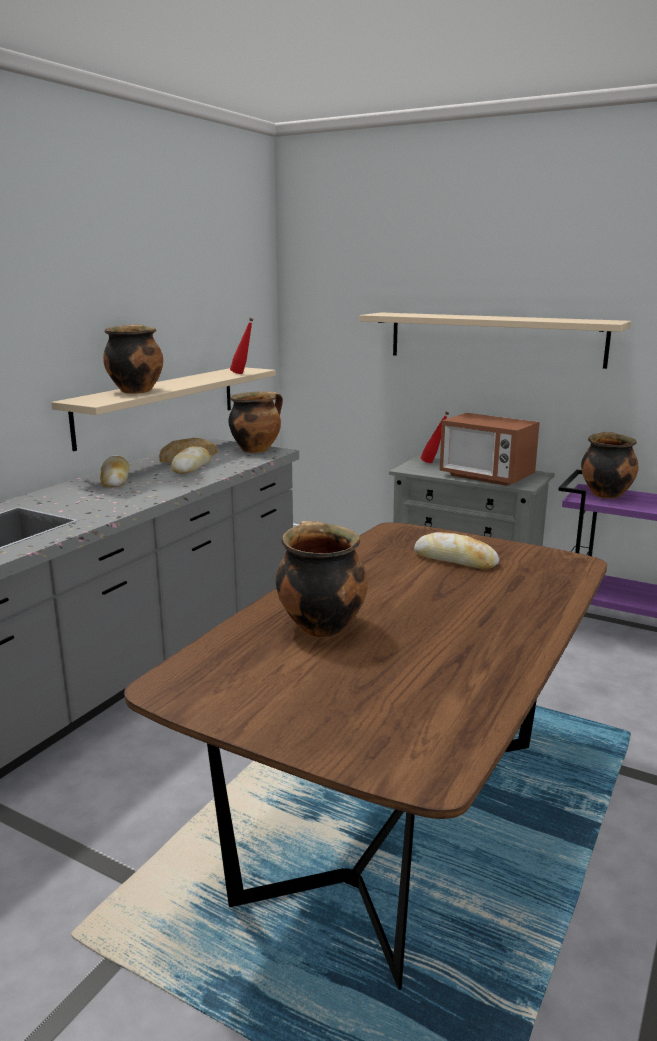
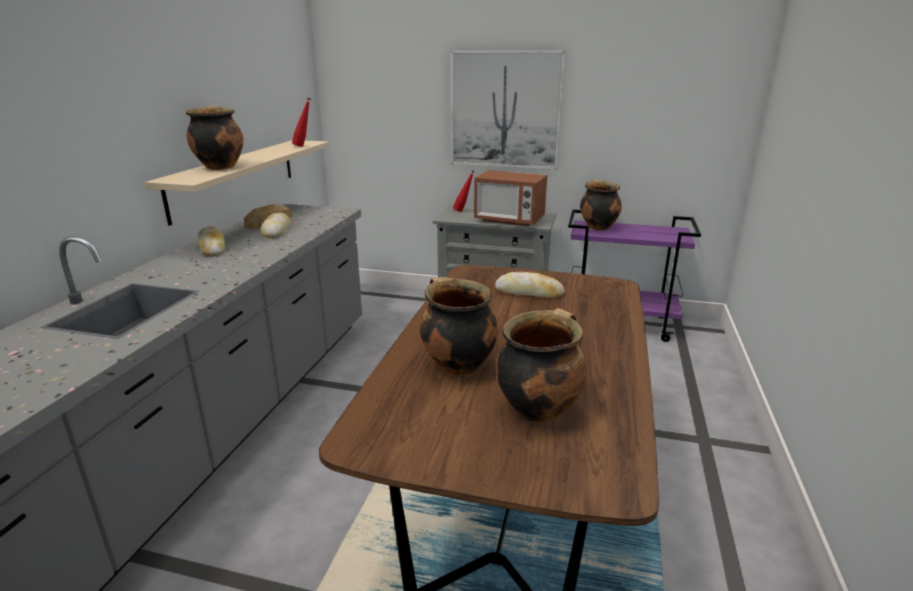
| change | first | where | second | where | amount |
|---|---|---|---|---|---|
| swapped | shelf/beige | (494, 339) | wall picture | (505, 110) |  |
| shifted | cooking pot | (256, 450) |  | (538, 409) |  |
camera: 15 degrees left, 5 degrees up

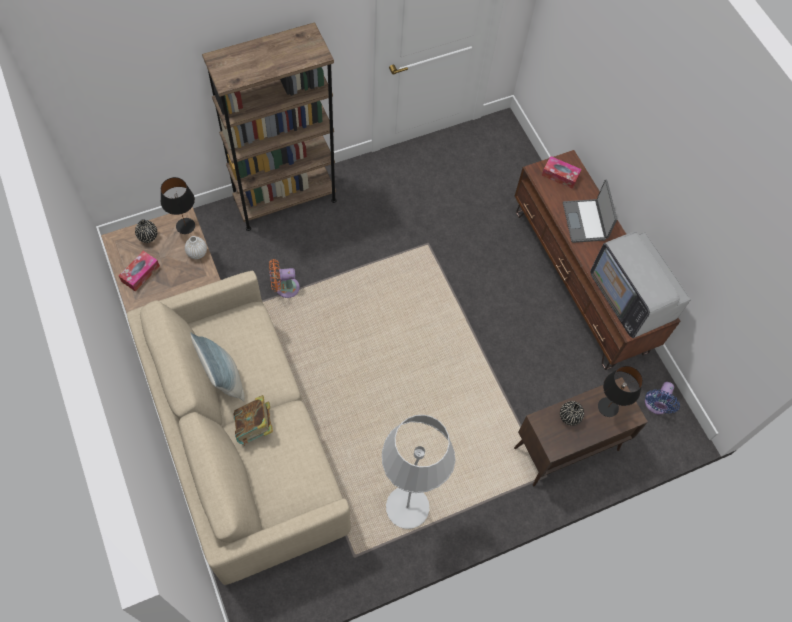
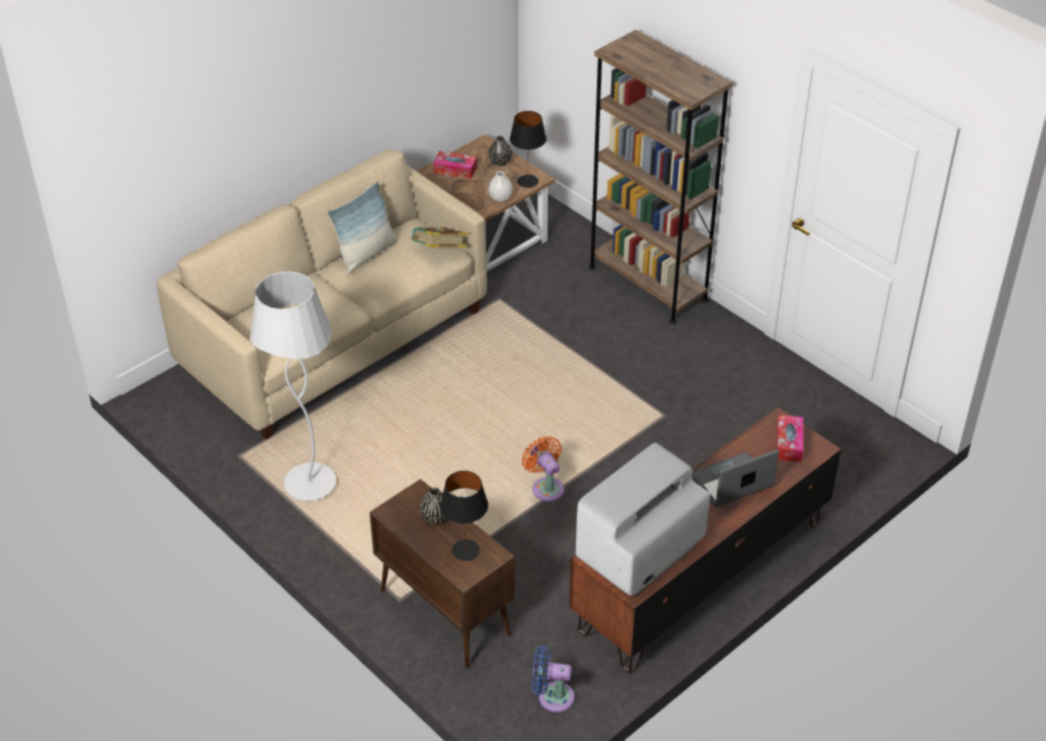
| change | first | where | second | where | amount |
|---|---|---|---|---|---|
| shifted | volume | (254, 427) |  | (439, 252) |  |
| shifted | electric fan/orange | (284, 288) |  | (546, 487) |  |
camera: 75 degrees right, 20 degrees down

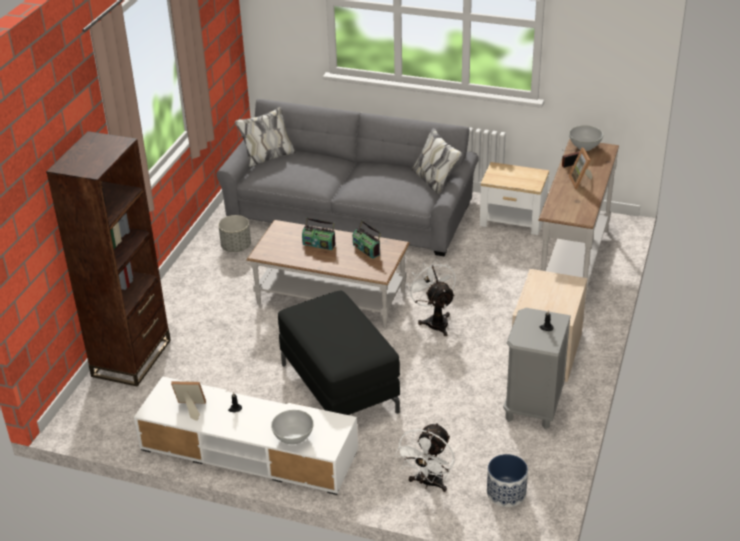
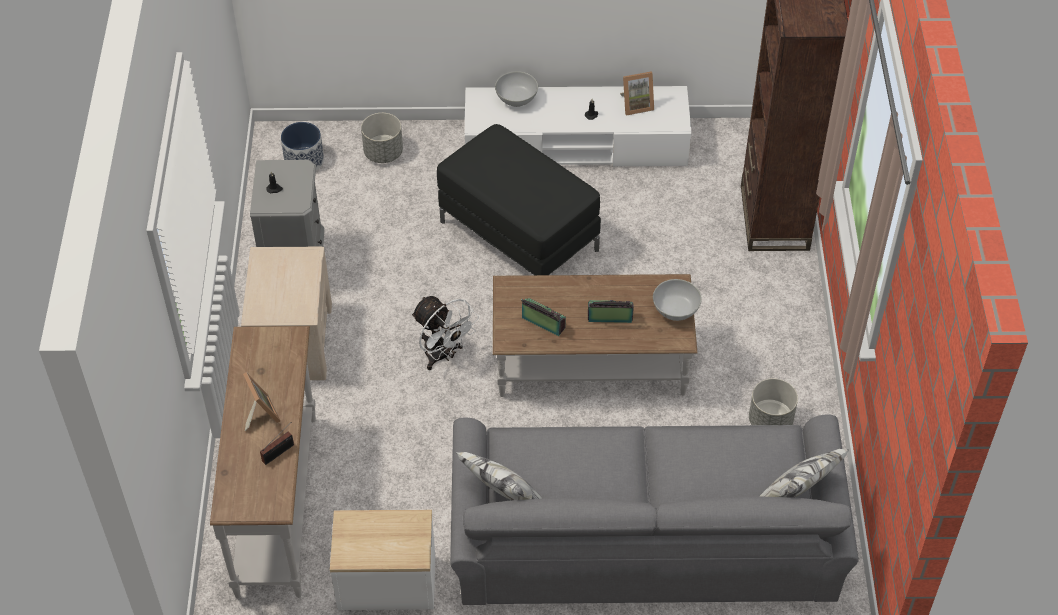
| change | first | where | second | where | amount |
|---|---|---|---|---|---|
| swapped | electric fan/whitish | (428, 483) | flower pot/grey | (383, 153) |  |
| shifted | deep dish/whitish | (584, 147) |  | (676, 311) |  |
camera: 160 degrees right, 15 degrees up

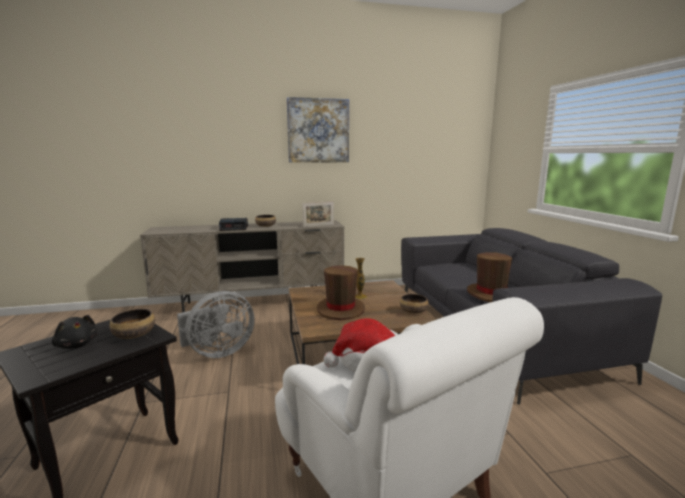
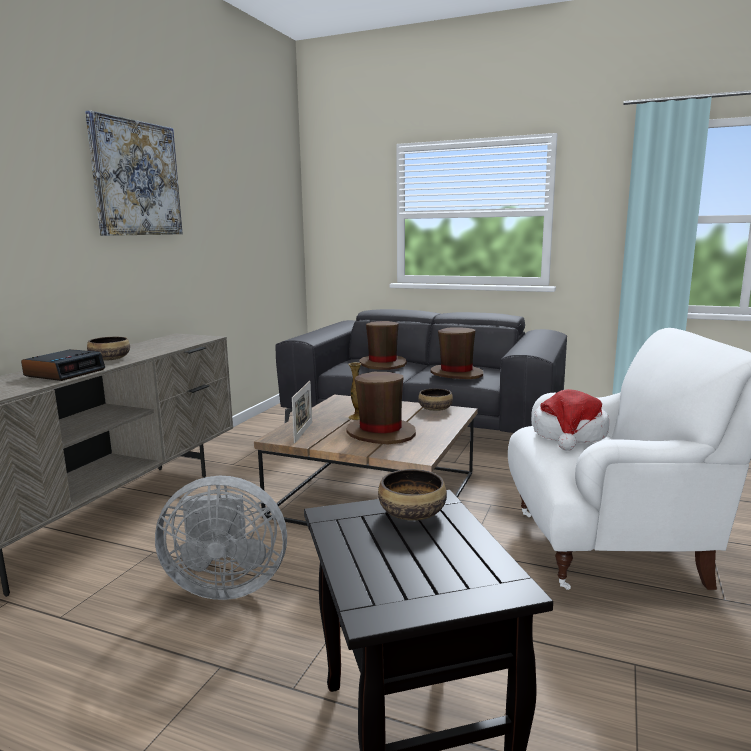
| change | first | where | second | where | amount |
|---|---|---|---|---|---|
| rotated | electric fan/grey | (218, 352) |  | (225, 585) | 90 degrees clockwise |
| shifted | standing frame | (318, 225) |  | (303, 432) |  |
| new |  |  | clothing hat/brownish | (383, 364) |  |
| gone | plush toy/black | (76, 344) |  |  |  |
camera: 55 degrees left, 0 degrees up

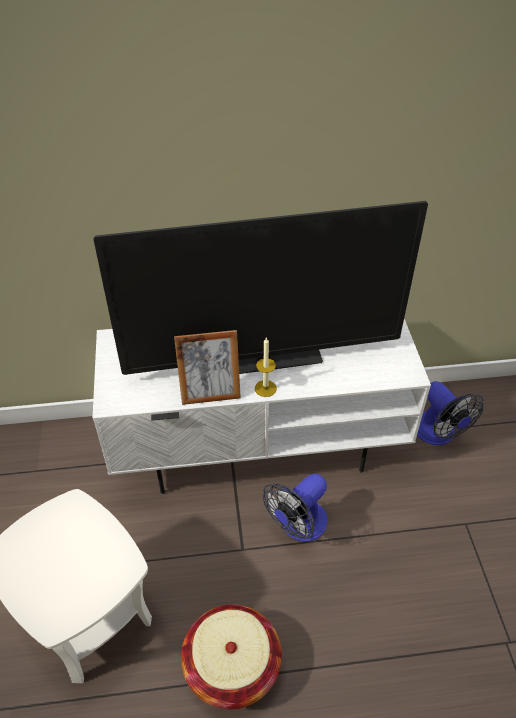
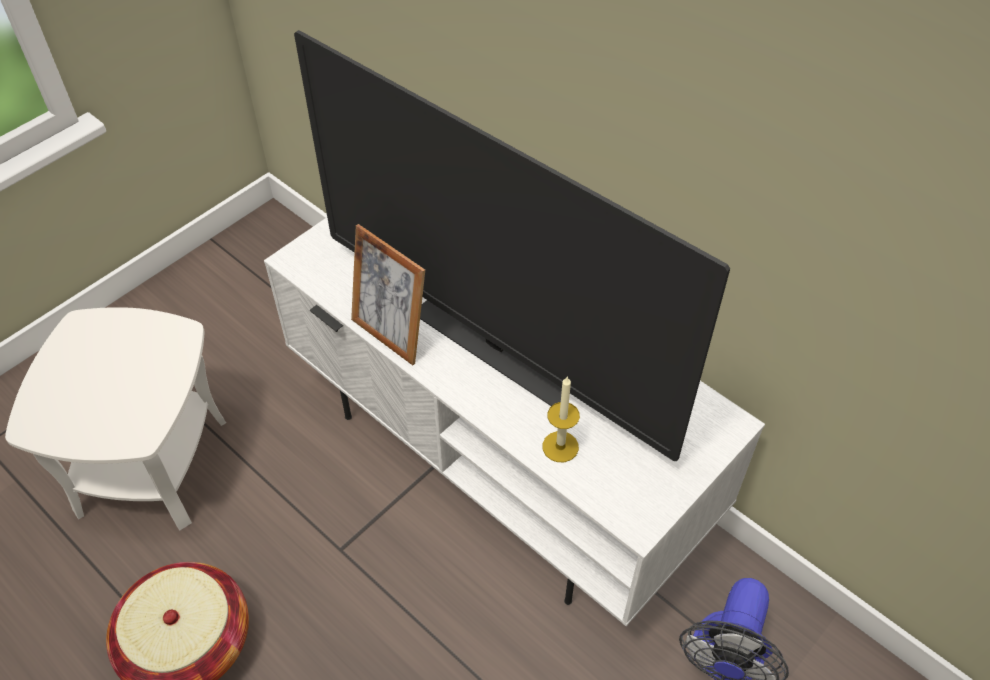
| change | first | where | second | where | amount |
|---|---|---|---|---|---|
| shifted | wax light | (265, 388) |  | (560, 446) |  |
| gone | electric fan | (298, 527) |  |  |  |
camera: 50 degrees right, 5 degrees up

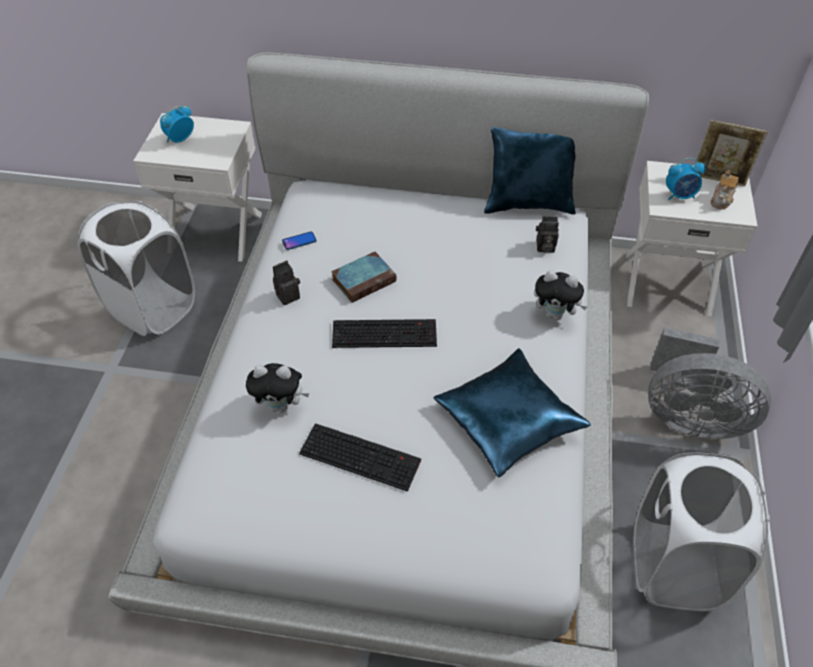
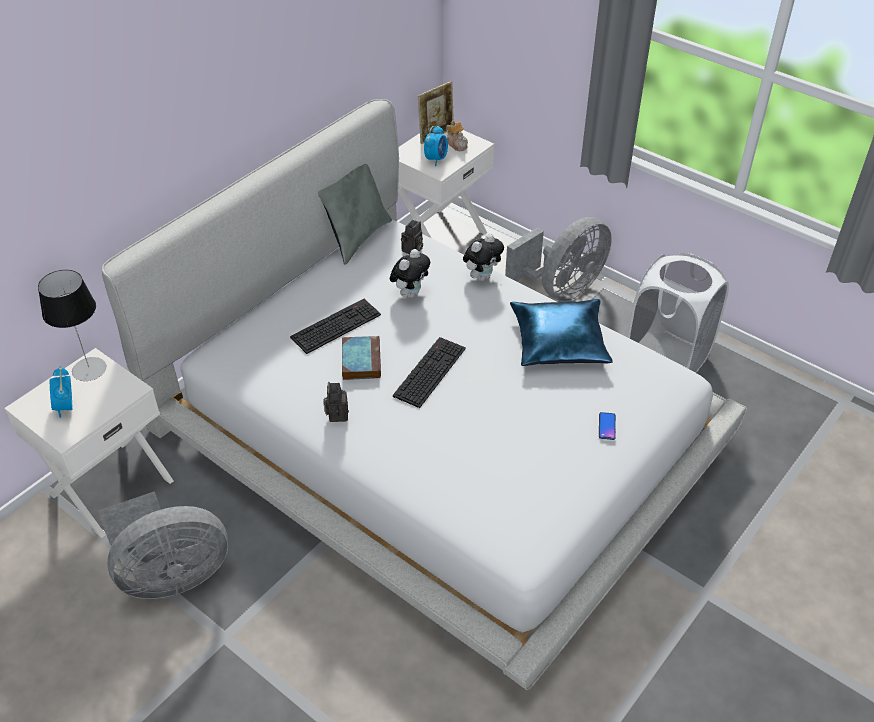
| change | first | where | second | where | amount |
|---|---|---|---|---|---|
| new |  |  | table lamp | (89, 369) |  |
| swapped | hamper/whitish | (152, 308) | electric fan/grey | (171, 575) |  |
| shifted | keyboard | (362, 456) |  | (336, 325) |  |
| repainted | throw pillow/bluish | (528, 204) | throw pillow/grey | (357, 238) |  |
| shifted | plush toy | (281, 405) |  | (410, 293) |  |
| shifted | phone | (299, 241) |  | (607, 426) |  |
camera: 60 degrees left, 5 degrees down

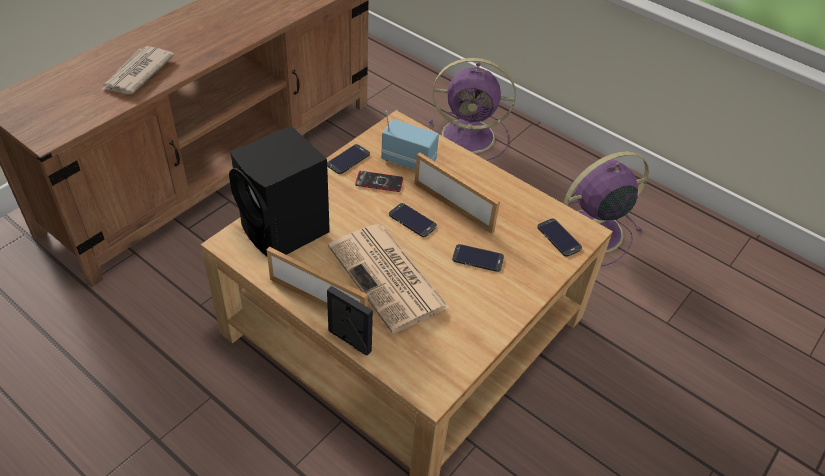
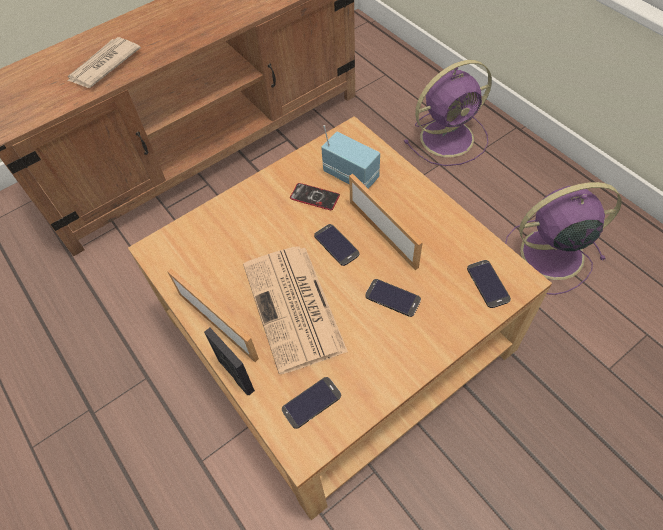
| change | first | where | second | where | amount |
|---|---|---|---|---|---|
| shifted | phone | (348, 159) |  | (311, 402) |  |
| rotated | electric fan/purplish | (471, 136) |  | (449, 137) | 45 degrees counterclockwise |
| gone | speaker/black | (286, 232) |  |  |  |
camera: 20 degrees right, 10 degrees up

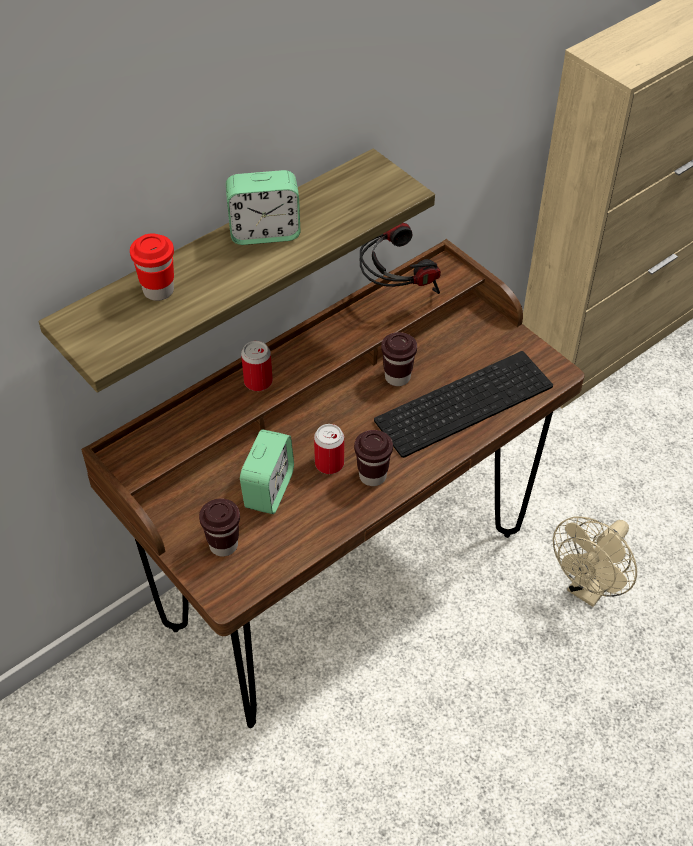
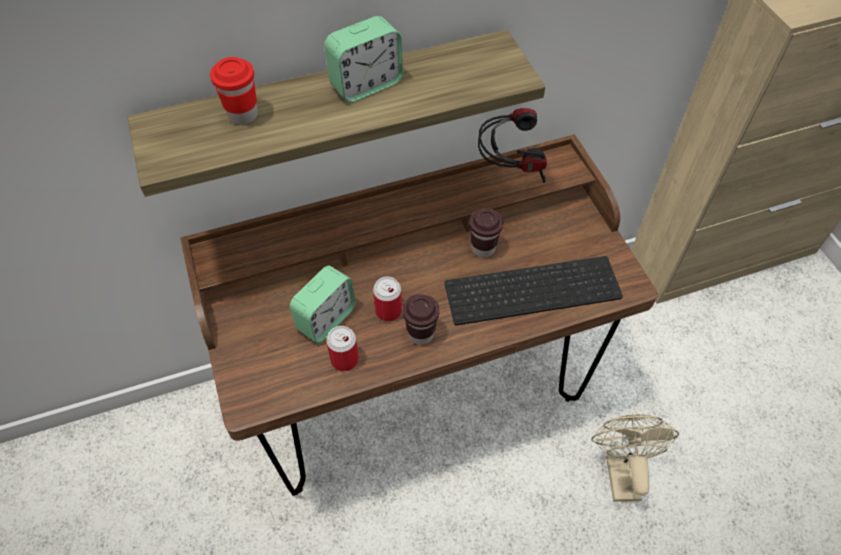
| change | first | where | second | where | amount |
|---|---|---|---|---|---|
| rotated | bedside clock | (265, 232) |  | (366, 84) | 45 degrees counterclockwise |
| shifted | sealed can | (258, 381) |  | (344, 359) |  |
| rotated | electric fan/beige | (589, 589) |  | (620, 470) | 120 degrees clockwise |
| gone | drinking cup/brownish | (223, 545) |  |  |  |
camera: 20 degrees right, 5 degrees up

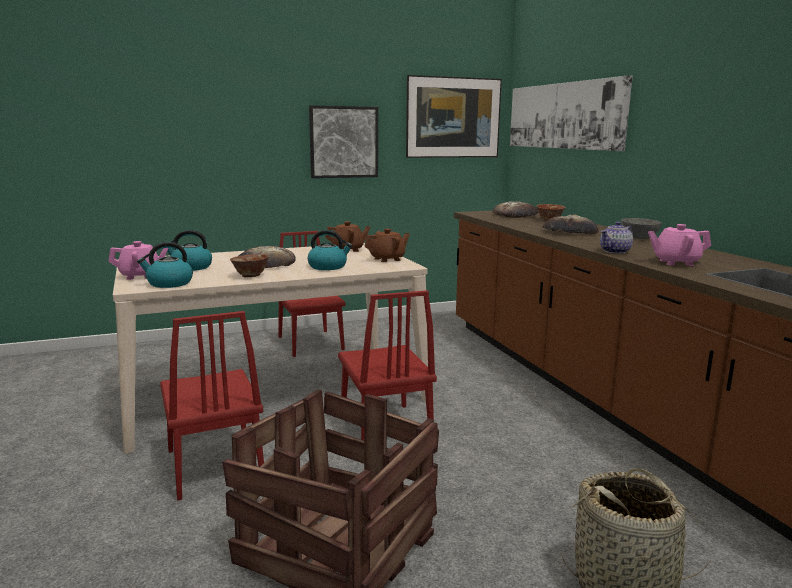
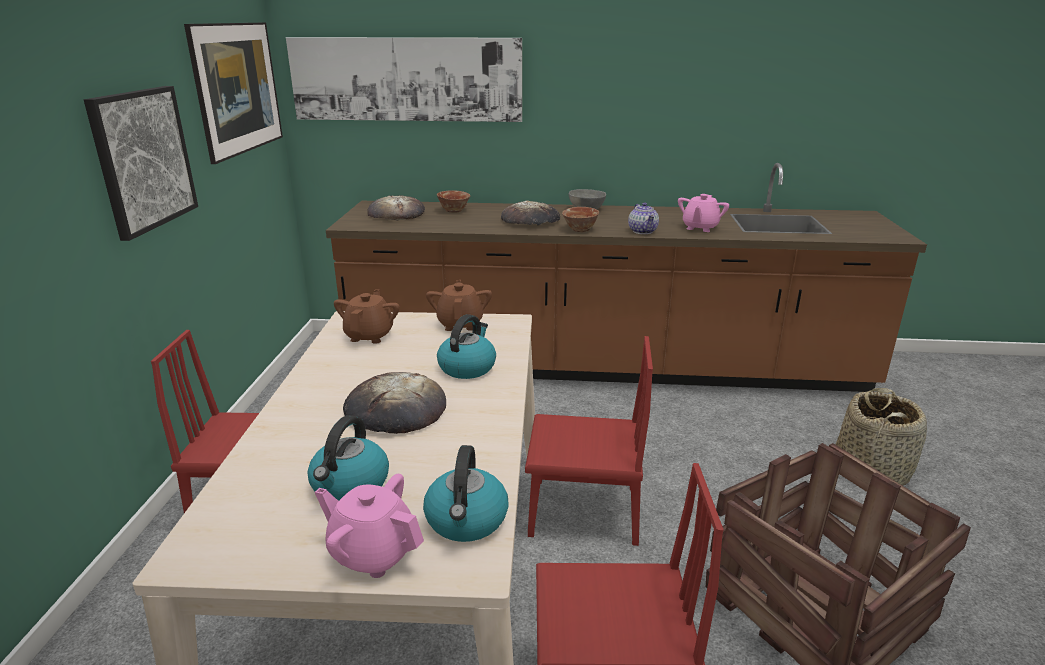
| change | first | where | second | where | amount |
|---|---|---|---|---|---|
| rotated | teapot/pink-coloured | (141, 276) |  | (373, 553) | 75 degrees counterclockwise |
| shifted | deep dish | (250, 276) |  | (580, 230) |  |
camera: 65 degrees left, 10 degrees up

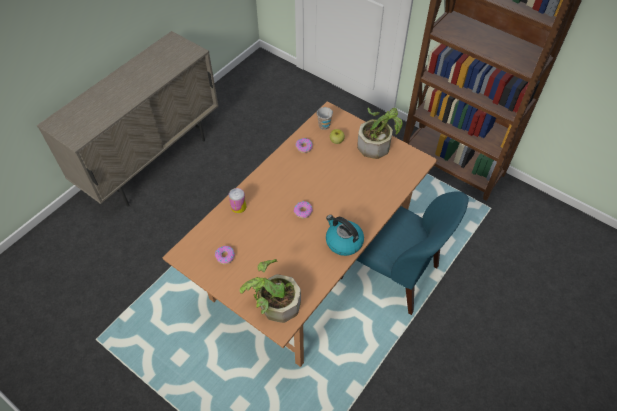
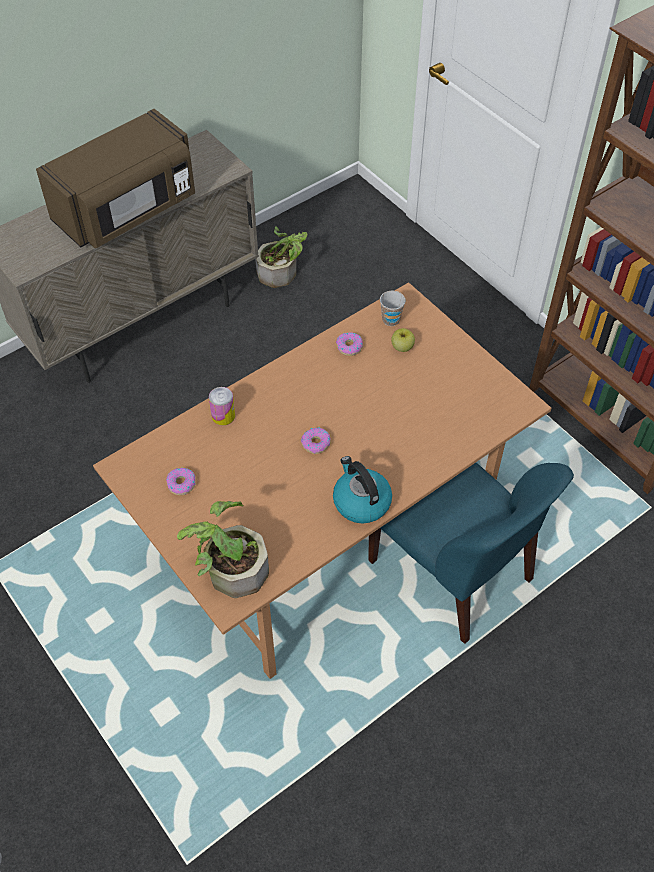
| change | first | where | second | where | amount |
|---|---|---|---|---|---|
| new |  |  | microwave/brownish | (128, 210) |  |
| shifted | houseplant | (377, 143) |  | (282, 271) |  |
camera: 15 degrees right, 0 degrees up

